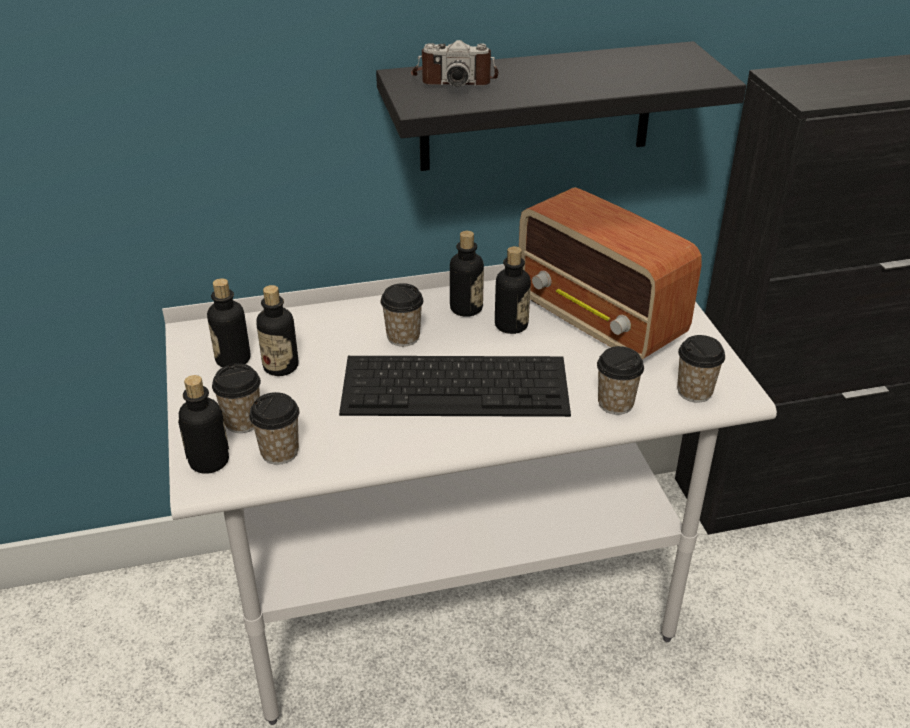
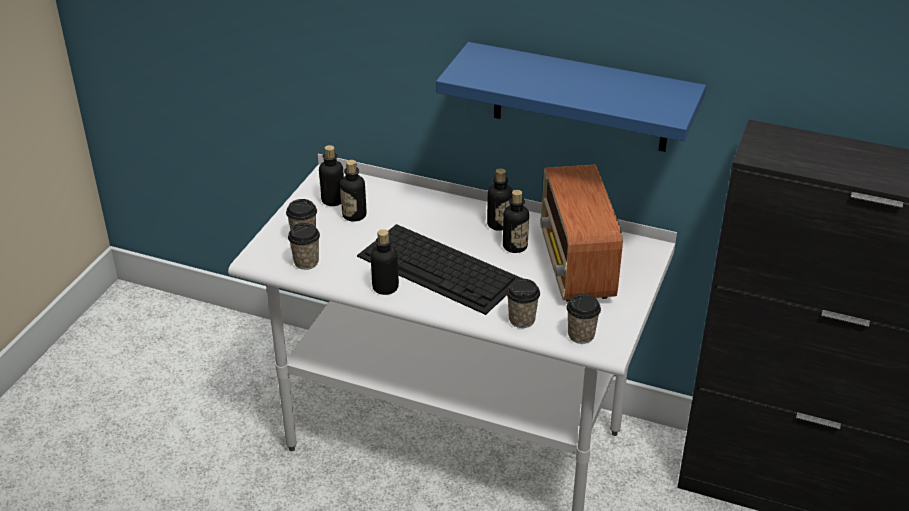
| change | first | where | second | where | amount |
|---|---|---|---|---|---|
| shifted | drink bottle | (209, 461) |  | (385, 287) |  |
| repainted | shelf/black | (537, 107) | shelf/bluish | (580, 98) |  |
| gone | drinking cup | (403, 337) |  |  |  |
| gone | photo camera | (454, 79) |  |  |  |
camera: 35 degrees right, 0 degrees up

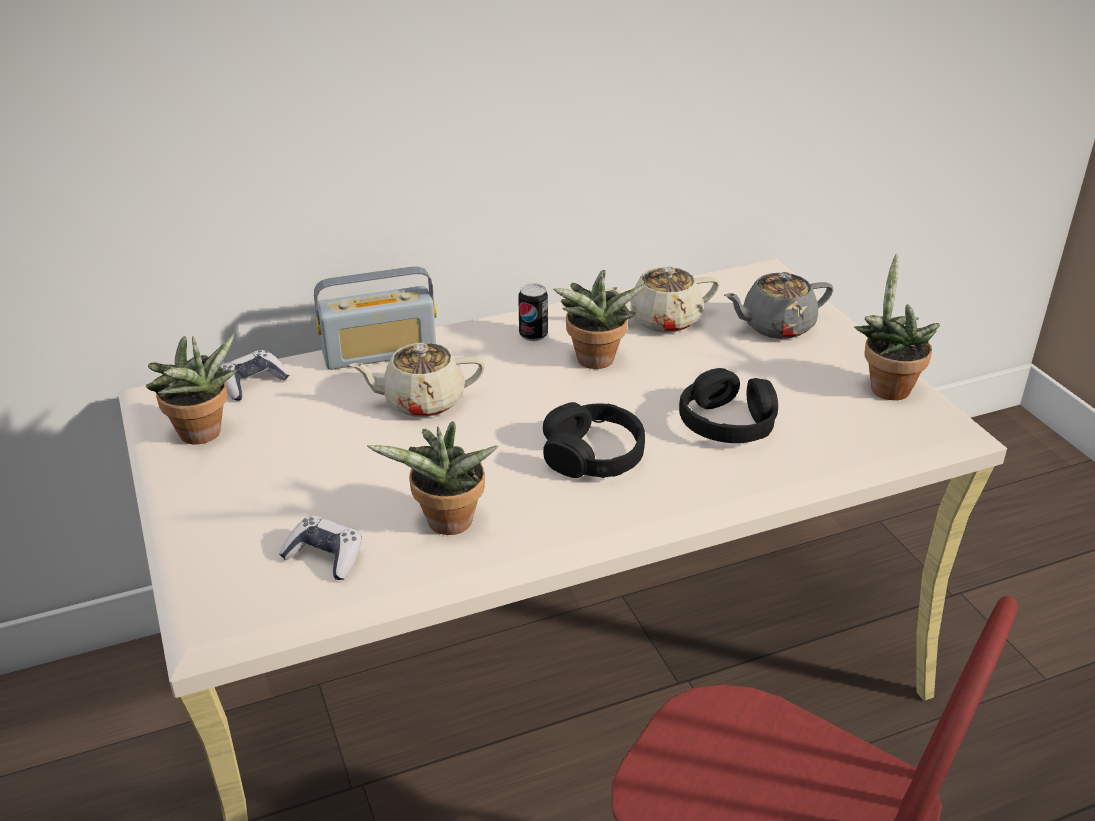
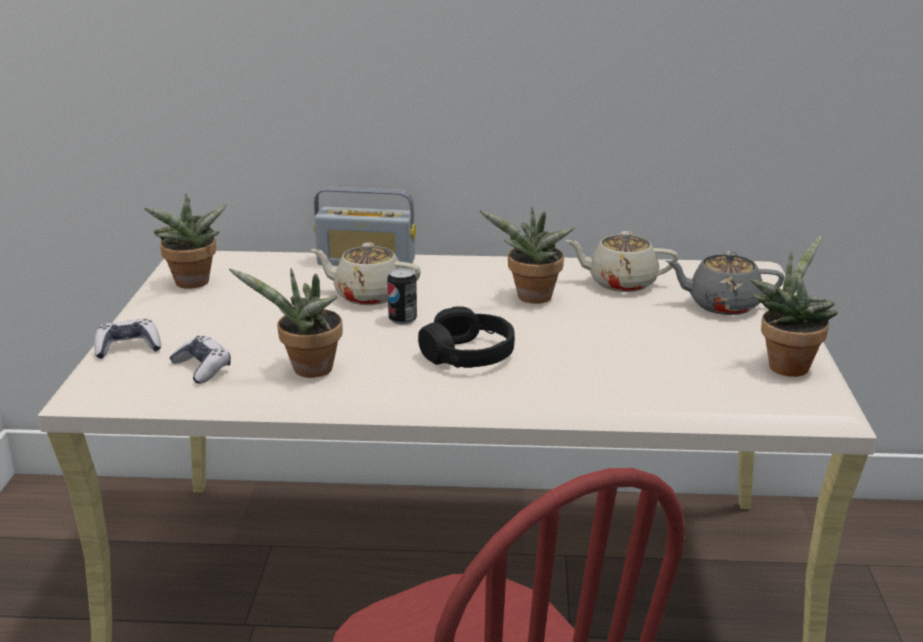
| change | first | where | second | where | amount |
|---|---|---|---|---|---|
| shifted | game controller | (253, 383) |  | (128, 348) |  |
| shifted | sealed can | (533, 335) |  | (402, 319) |  |
| gone | pair of headphones/black | (727, 422) |  |  |  |
camera: 25 degrees right, 10 degrees down

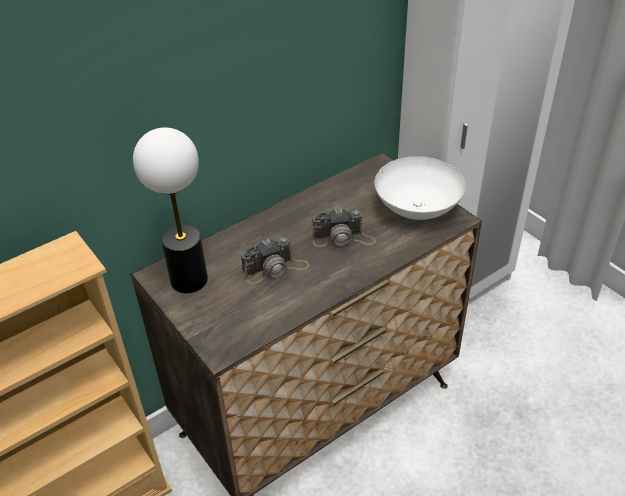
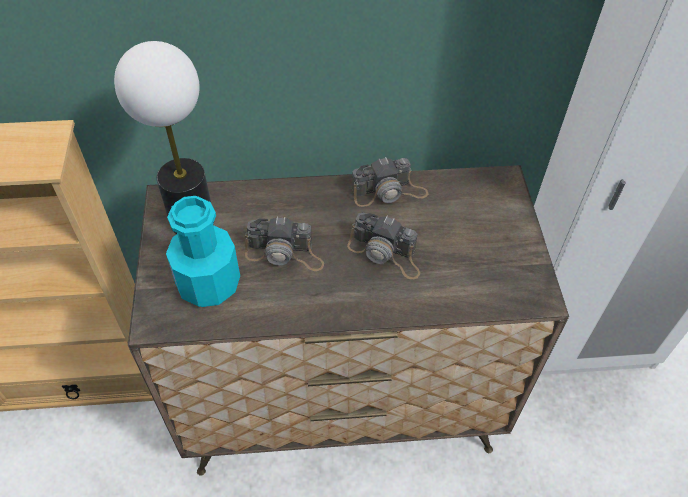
| change | first | where | second | where | amount |
|---|---|---|---|---|---|
| new |  |  | drink bottle/turquoise | (209, 284) |  |
| new |  |  | photo camera | (389, 192) |  |
| gone | deep dish/whitish | (416, 208) |  |  |  |
camera: 30 degrees right, 10 degrees up

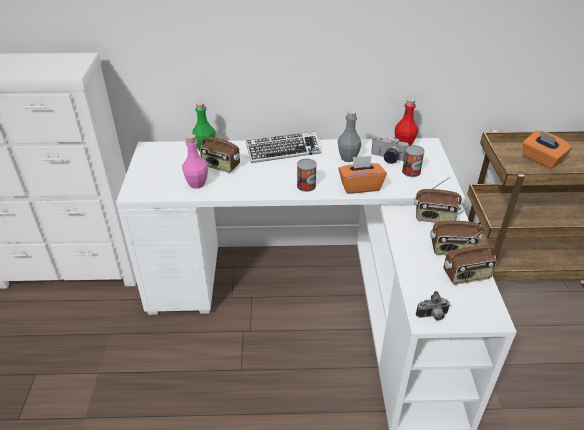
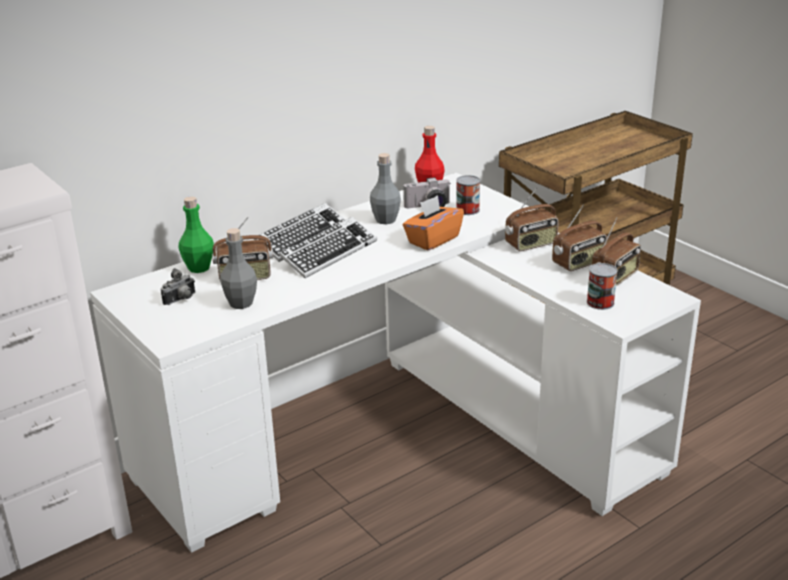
| change | first | where | second | where | amount |
|---|---|---|---|---|---|
| shifted | photo camera | (432, 316) |  | (181, 300) |  |
| repainted | drink bottle/pink-coloured | (197, 184) | drink bottle/grey | (241, 303) |  |
| new |  |  | keyboard | (329, 253) |  |
| shifted | sealed can | (306, 186) |  | (600, 302) |  |
| gone | tissue box/orange | (541, 159) |  |  |  |
camera: 35 degrees left, 10 degrees down

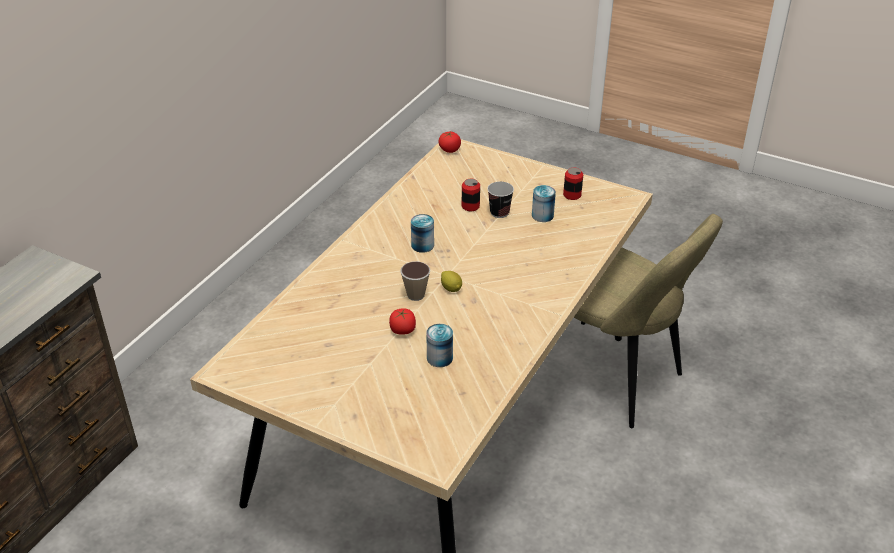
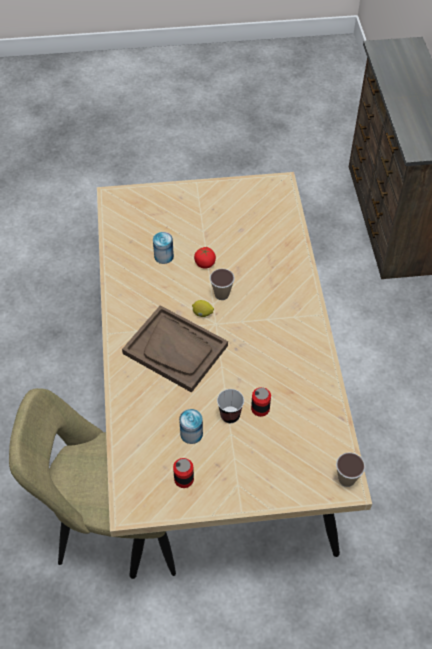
| change | first | where | second | where | amount |
|---|---|---|---|---|---|
| new |  |  | serving tray/brownish | (175, 349) |  |
| swapped | whole tomato | (449, 149) | drinking cup | (346, 479) |  |
| gone | sealed can | (422, 245) |  |  |  |
camera: 145 degrees right, 15 degrees up

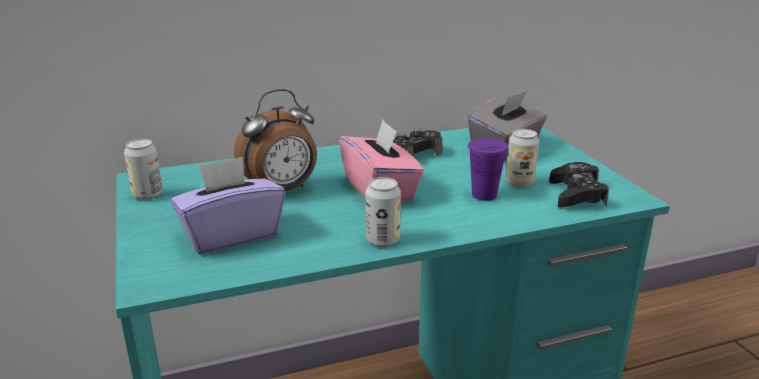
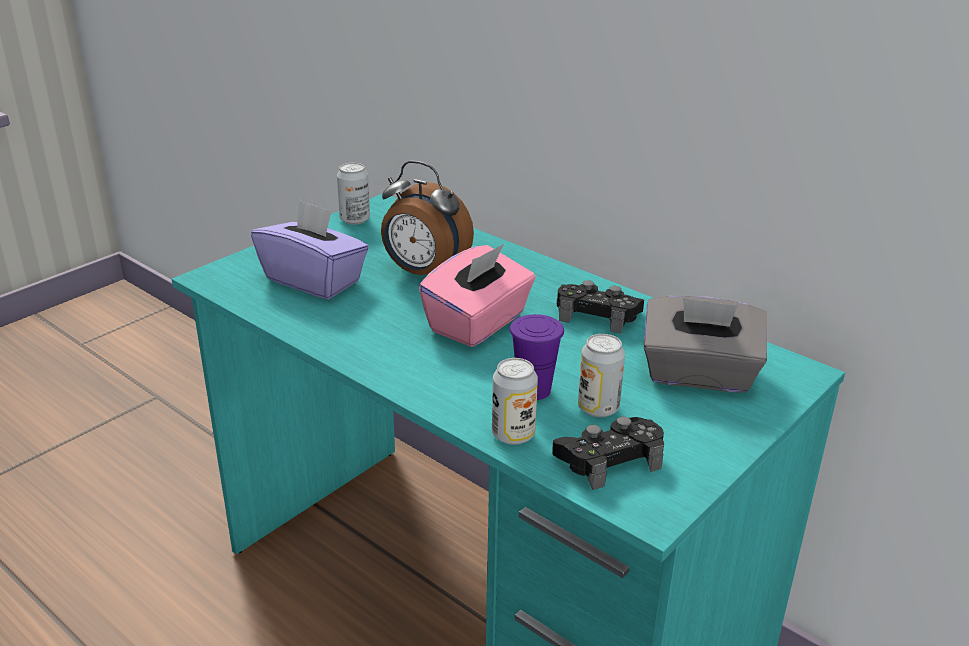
| change | first | where | second | where | amount |
|---|---|---|---|---|---|
| shifted | sealed can | (383, 240) |  | (513, 434) |  |
camera: 60 degrees right, 5 degrees up

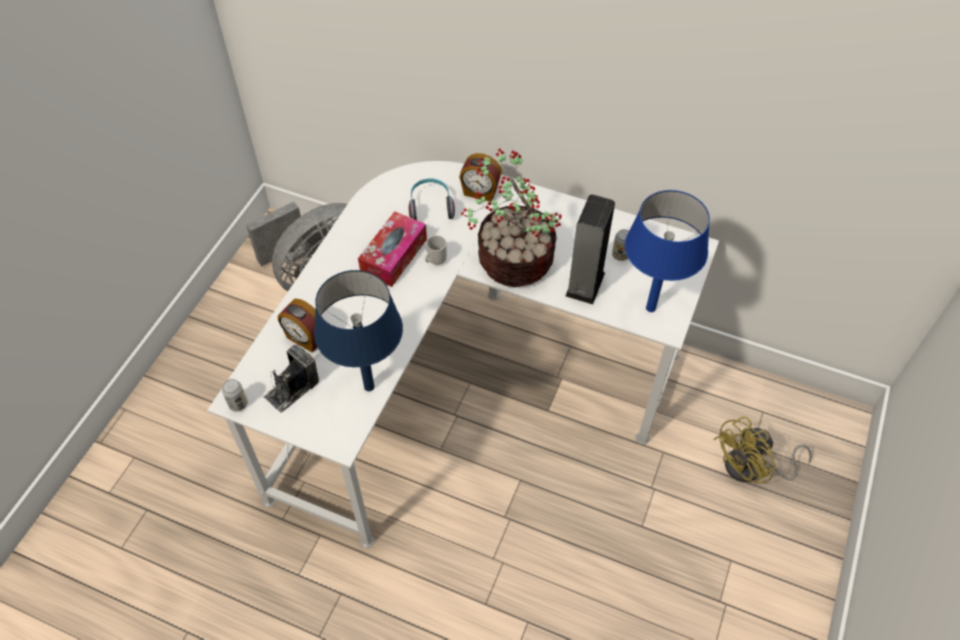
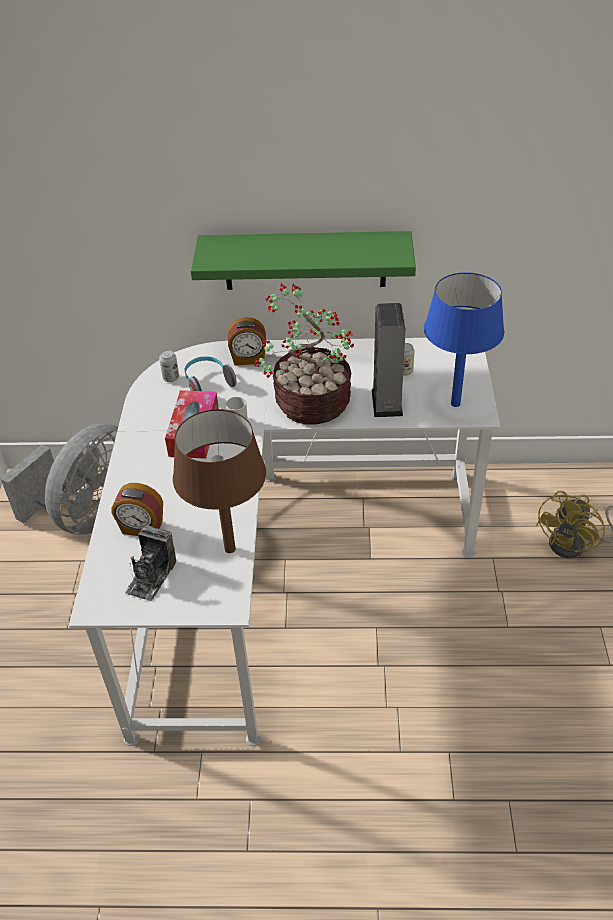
| change | first | where | second | where | amount |
|---|---|---|---|---|---|
| shifted | sealed can | (238, 404) |  | (171, 378) |  |
| repainted | table lamp/bluish | (369, 387) | table lamp/brownish | (230, 549) |  |
| new |  |  | shelf/green | (305, 260) |  |
camera: 20 degrees left, 10 degrees down

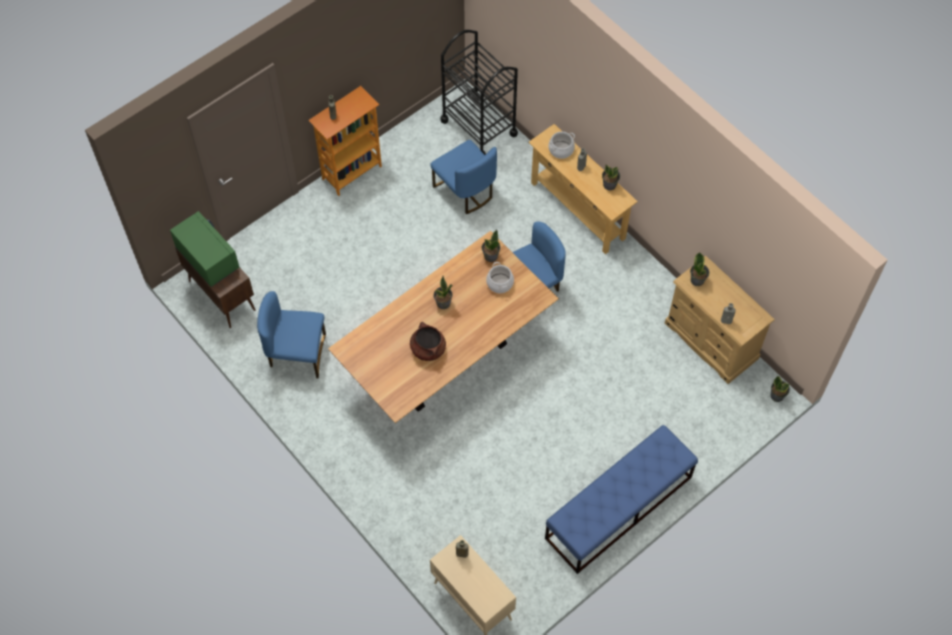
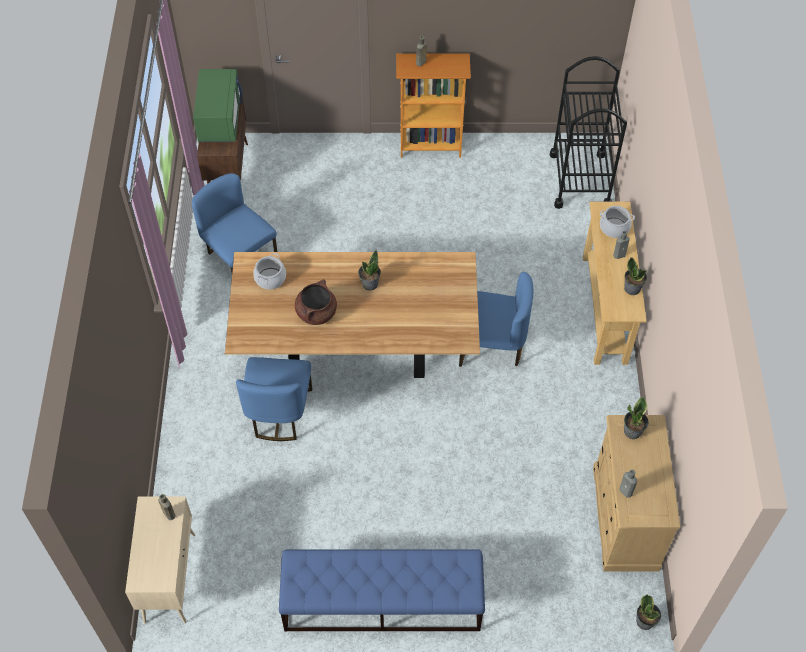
| change | first | where | second | where | amount |
|---|---|---|---|---|---|
| shifted | upright chair/bluish | (465, 191) |  | (279, 413) |  |
| shifted | cooking pot | (499, 283) |  | (270, 278) |  |
| gone | houseplant | (490, 256) |  |  |  |
camera: 40 degrees right, 5 degrees down

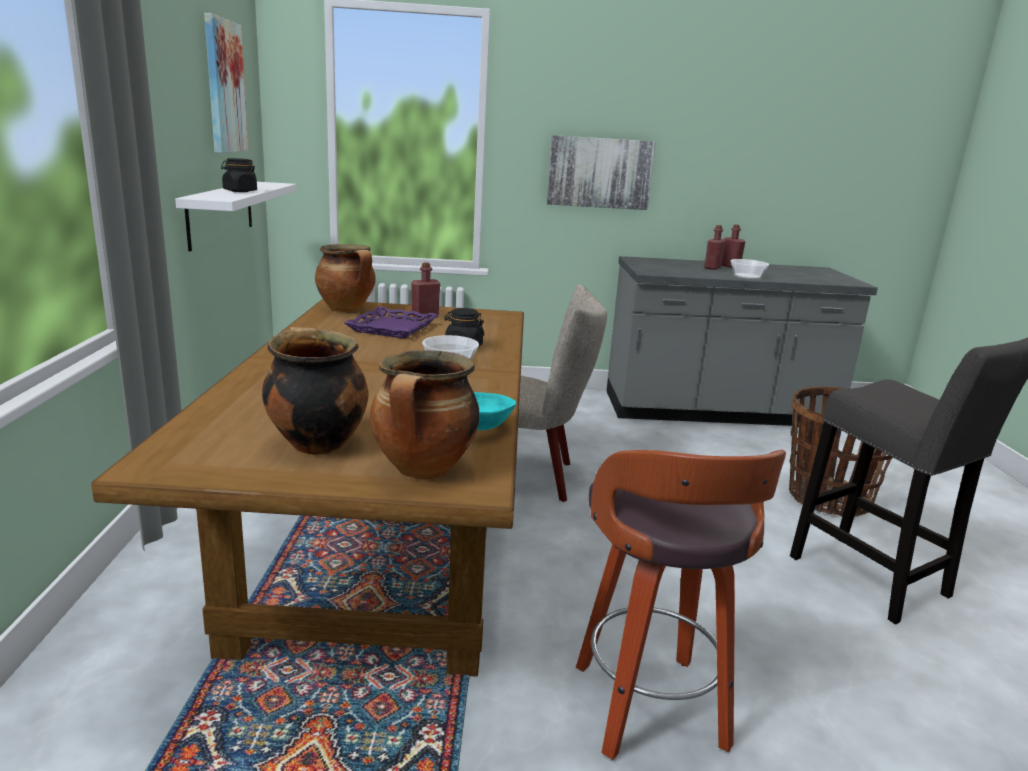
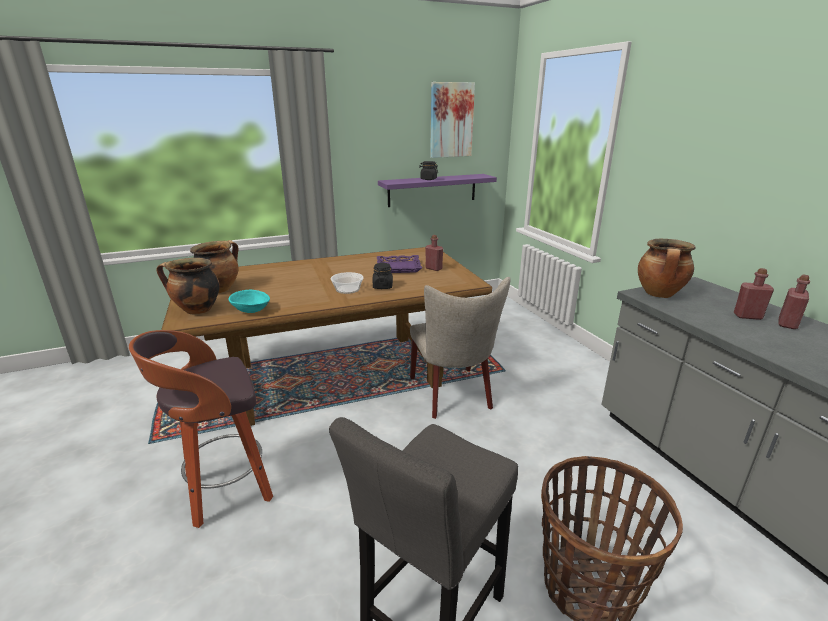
| change | first | where | second | where | amount |
|---|---|---|---|---|---|
| repainted | shelf/whitish | (221, 213) | shelf/purplish | (432, 190) |  |
| shifted | cooking pot | (347, 309) |  | (659, 294) |  |
| gone | wall picture | (599, 172) |  |  |  |
| gone | deep dish | (747, 276) |  |  |  |
camera: 70 degrees right, 5 degrees up

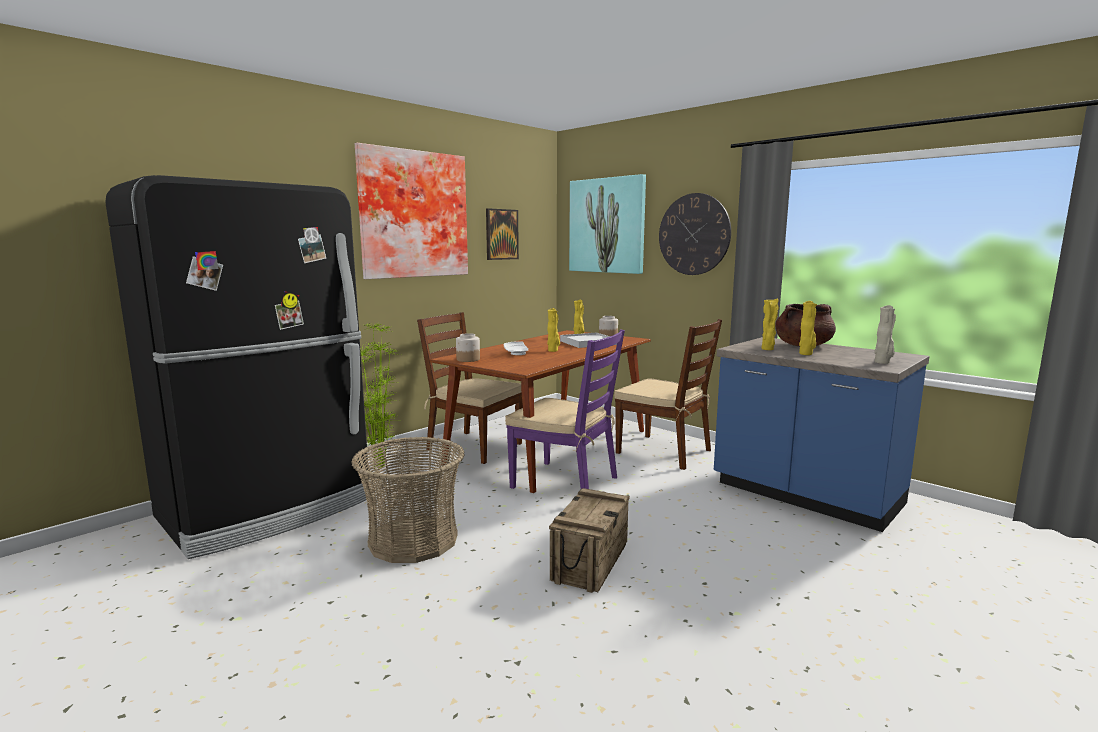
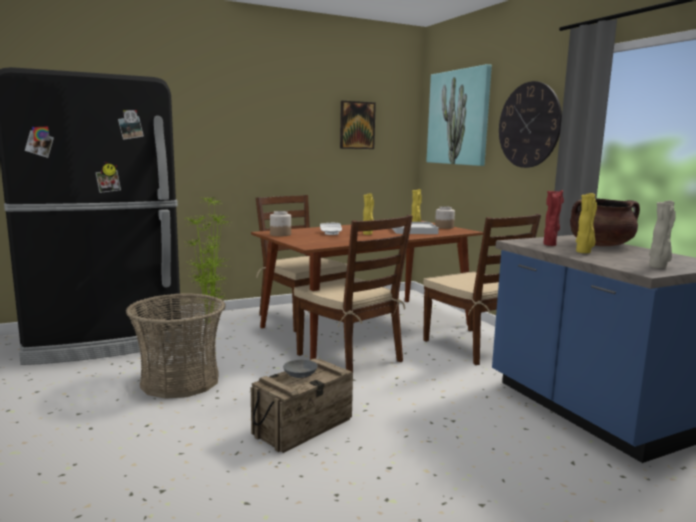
| change | first | where | second | where | amount |
|---|---|---|---|---|---|
| new |  |  | deep dish/grey | (301, 374) |  |
| repainted | upright chair/purplish | (566, 482) | upright chair/brownish | (350, 358) |  |
| repainted | flower vase/yellow-coloured | (767, 349) | flower vase/reddish | (550, 245) |  |
| gone | wall picture | (412, 214) |  |  |  |
camera: 20 degrees right, 0 degrees up

